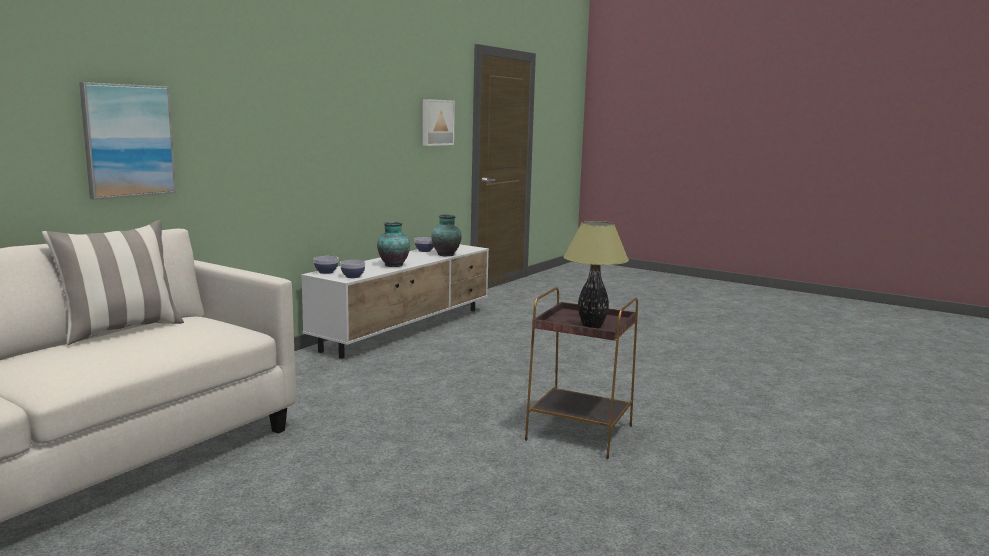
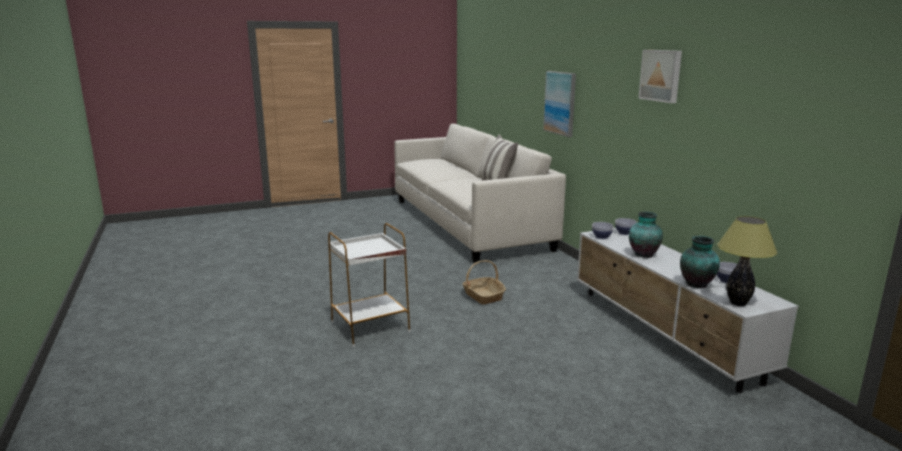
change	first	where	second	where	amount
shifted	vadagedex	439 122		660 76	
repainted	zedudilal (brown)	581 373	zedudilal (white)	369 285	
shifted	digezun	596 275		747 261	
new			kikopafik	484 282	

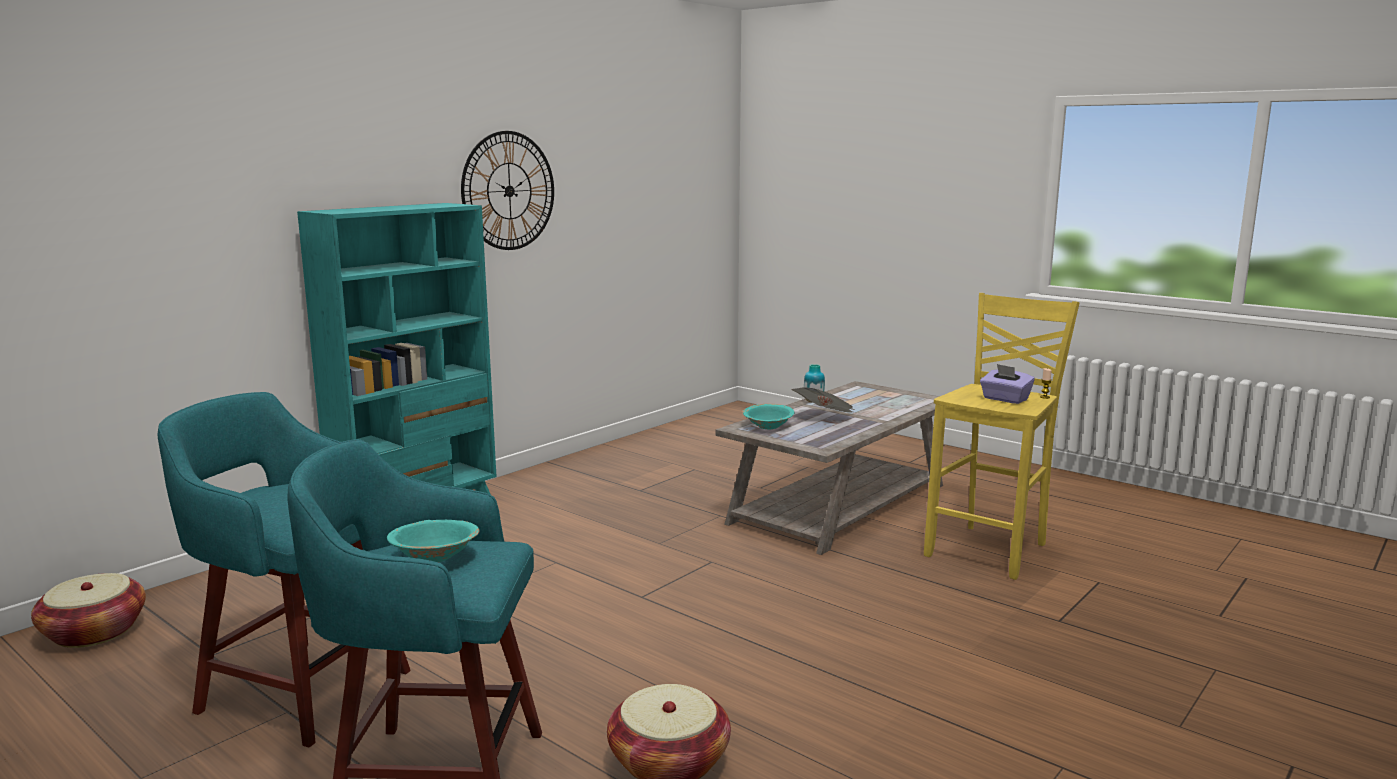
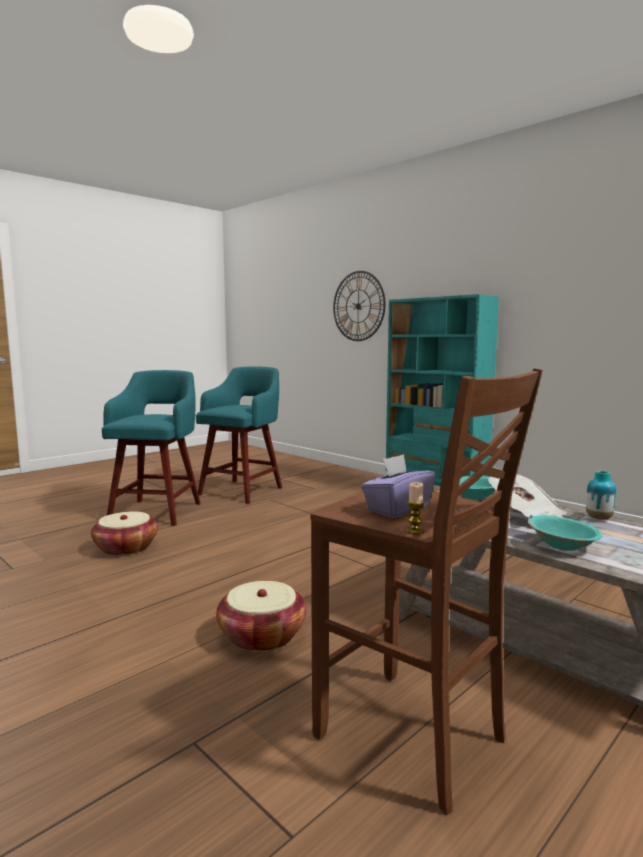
change	first	where	second	where	amount
shifted	kikopafik	88 610		261 616	
shifted	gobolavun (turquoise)	433 541		565 533	
shifted	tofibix	507 190		359 306	
repainted	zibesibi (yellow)	1002 436	zibesibi (brown)	426 591	

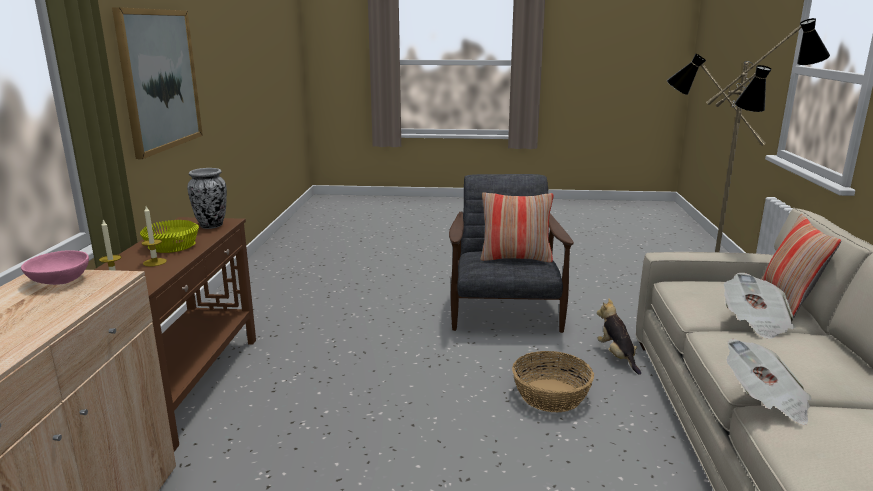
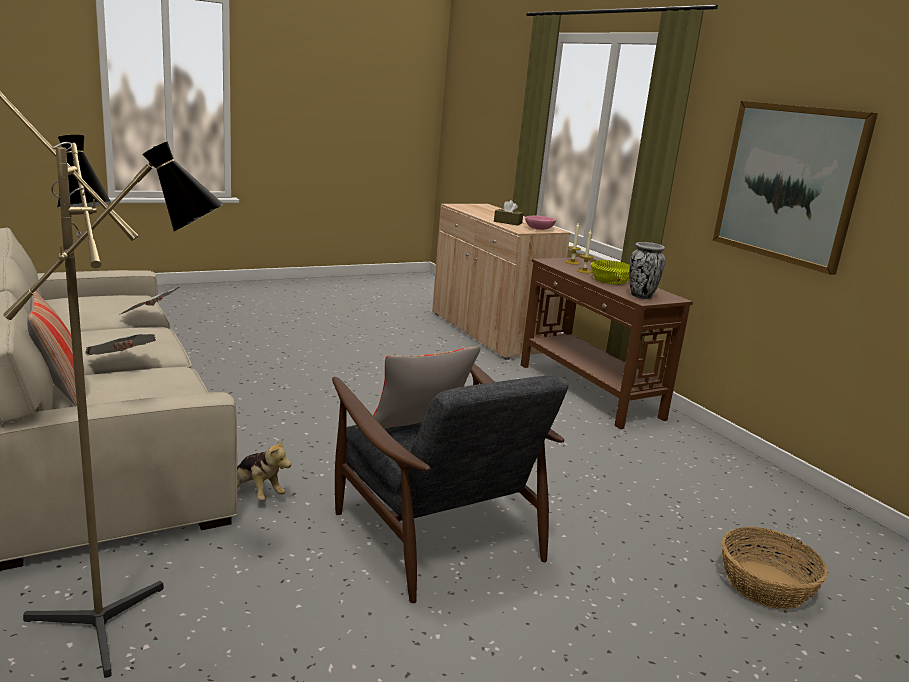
change	first	where	second	where	amount
shifted	kikopafik	553 381		775 568	
new			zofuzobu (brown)	508 212	

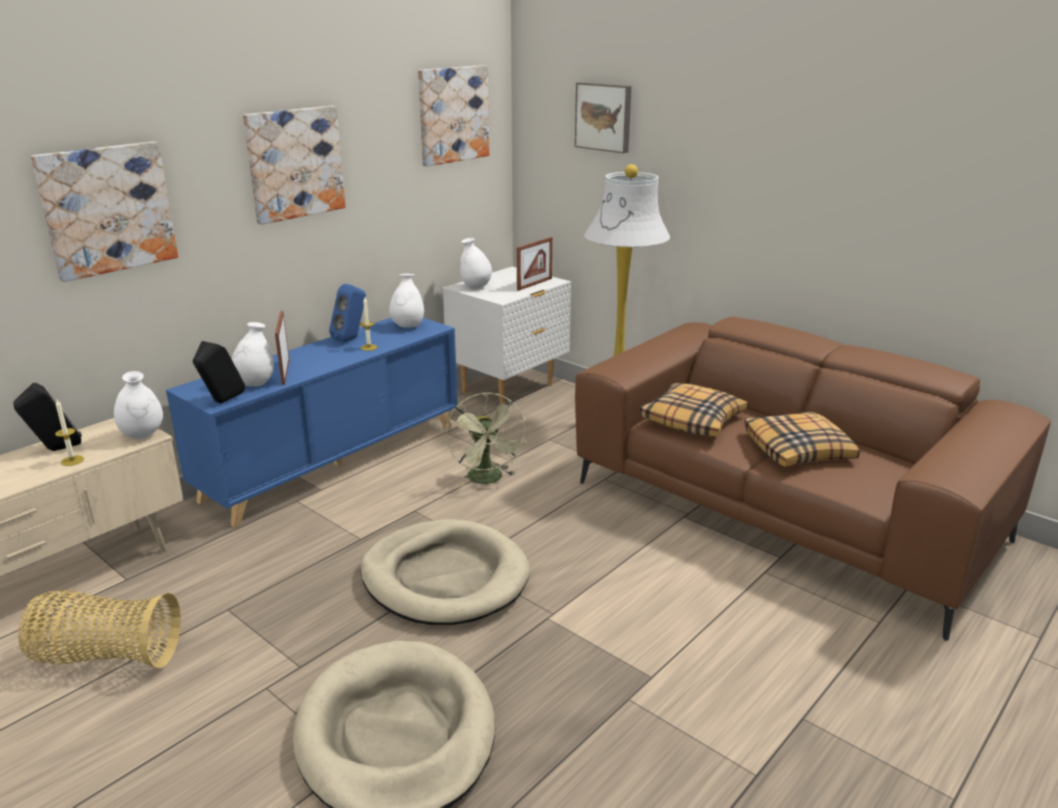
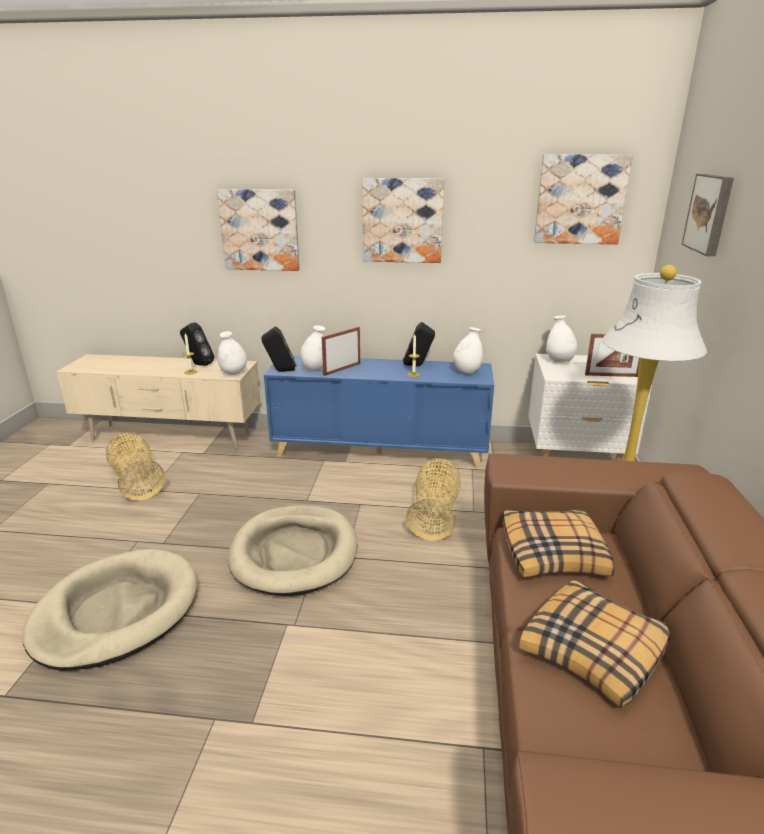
change	first	where	second	where	amount
repainted	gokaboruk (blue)	347 313	gokaboruk (black)	419 344	
swapped	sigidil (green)	486 439	kikopafik	433 499	

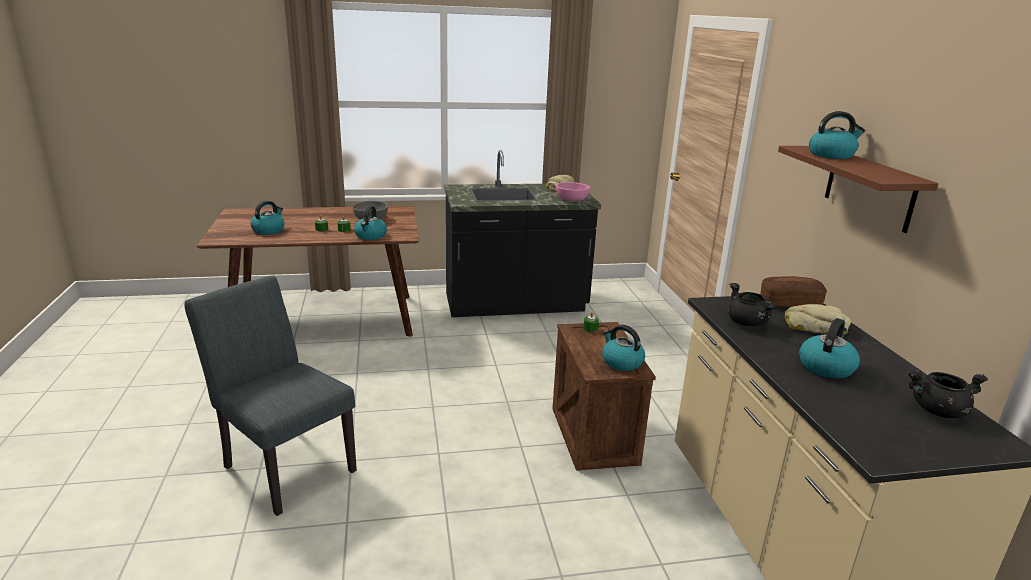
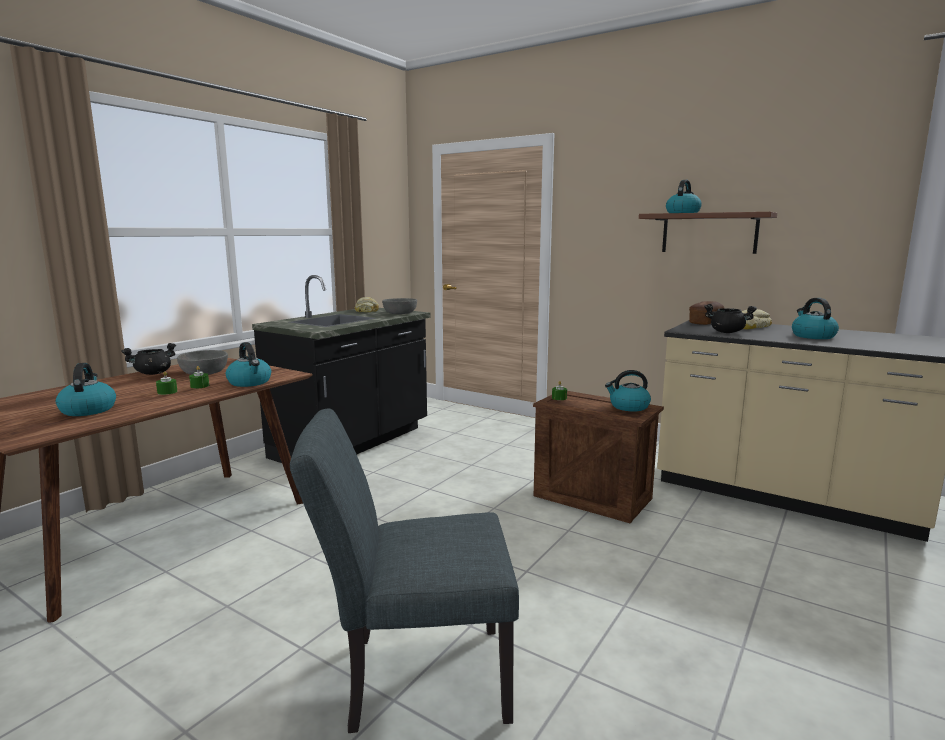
change	first	where	second	where	amount
repainted	gobolavun (pink)	573 191	gobolavun (grey)	399 306	
shifted	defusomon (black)	947 394		148 359	

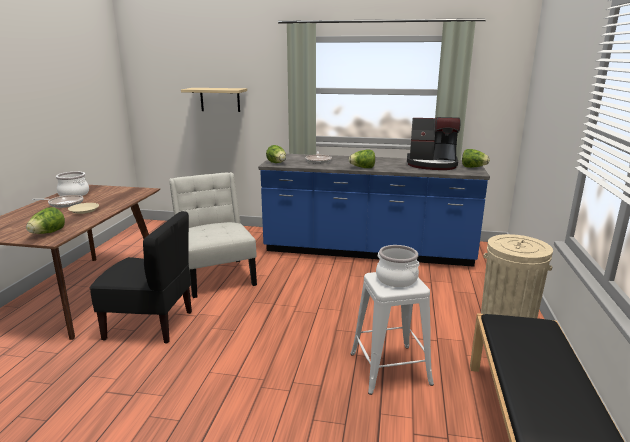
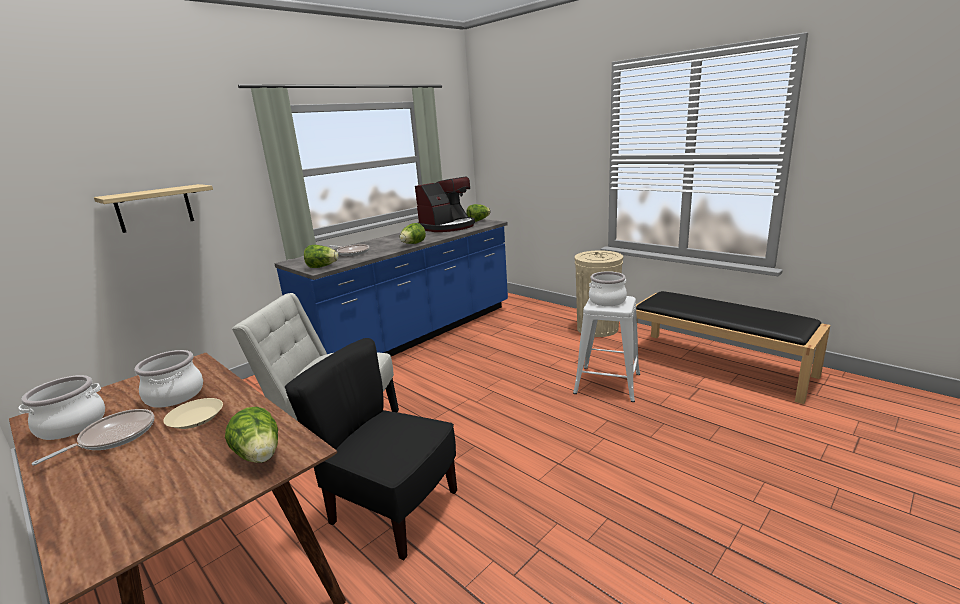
change	first	where	second	where	amount
rotated	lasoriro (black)	141 277		371 449	105 degrees counterclockwise
new			defusomon	168 379	

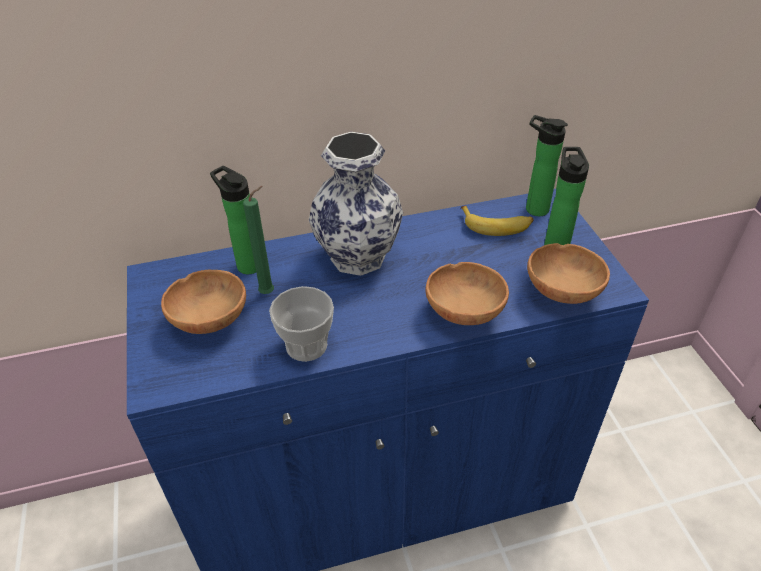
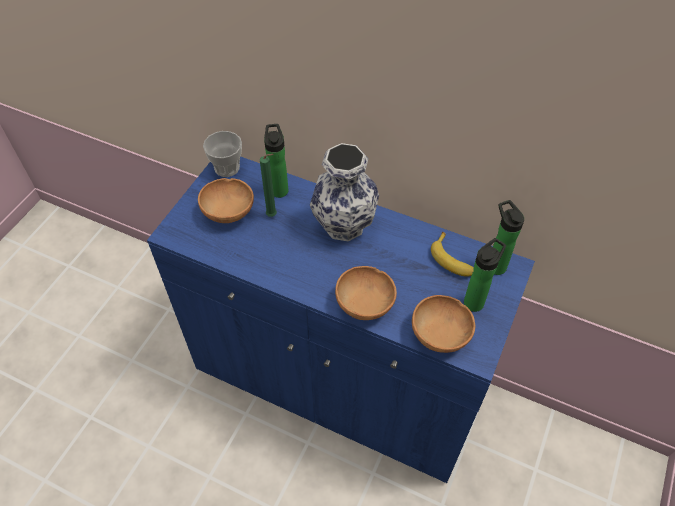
change	first	where	second	where	amount
shifted	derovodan	301 324		222 154	

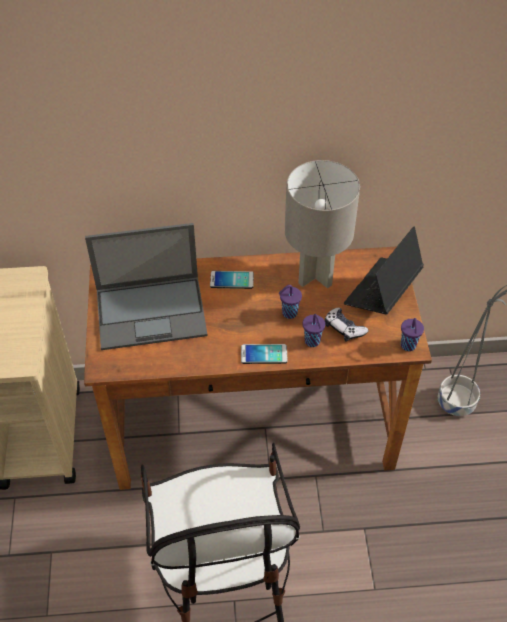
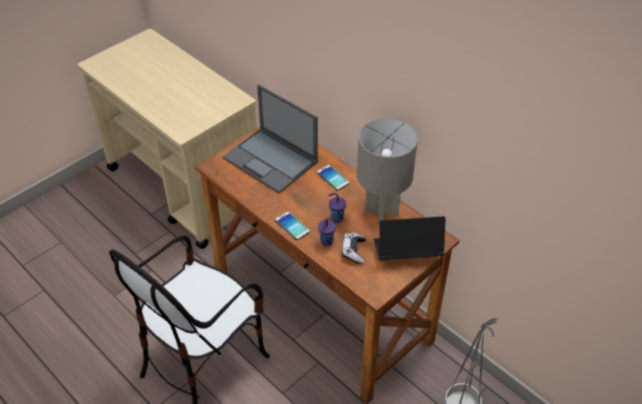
change	first	where	second	where	amount
gone	derovodan (purple)	412 334			

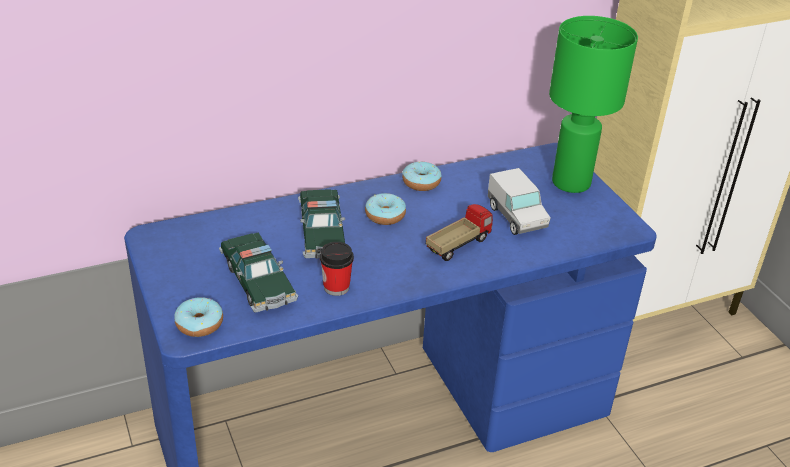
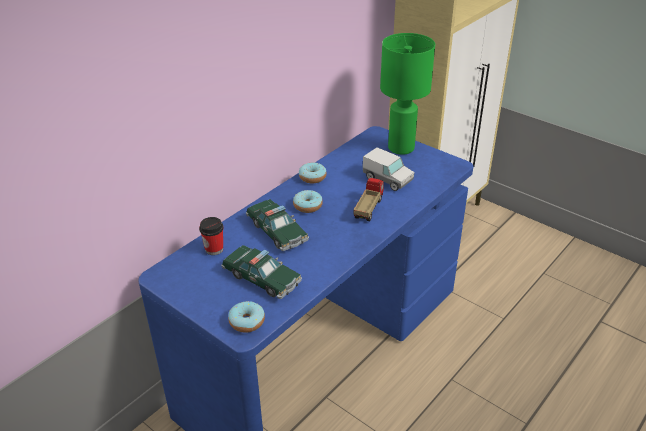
change	first	where	second	where	amount
shifted	derovodan	337 269		211 236	

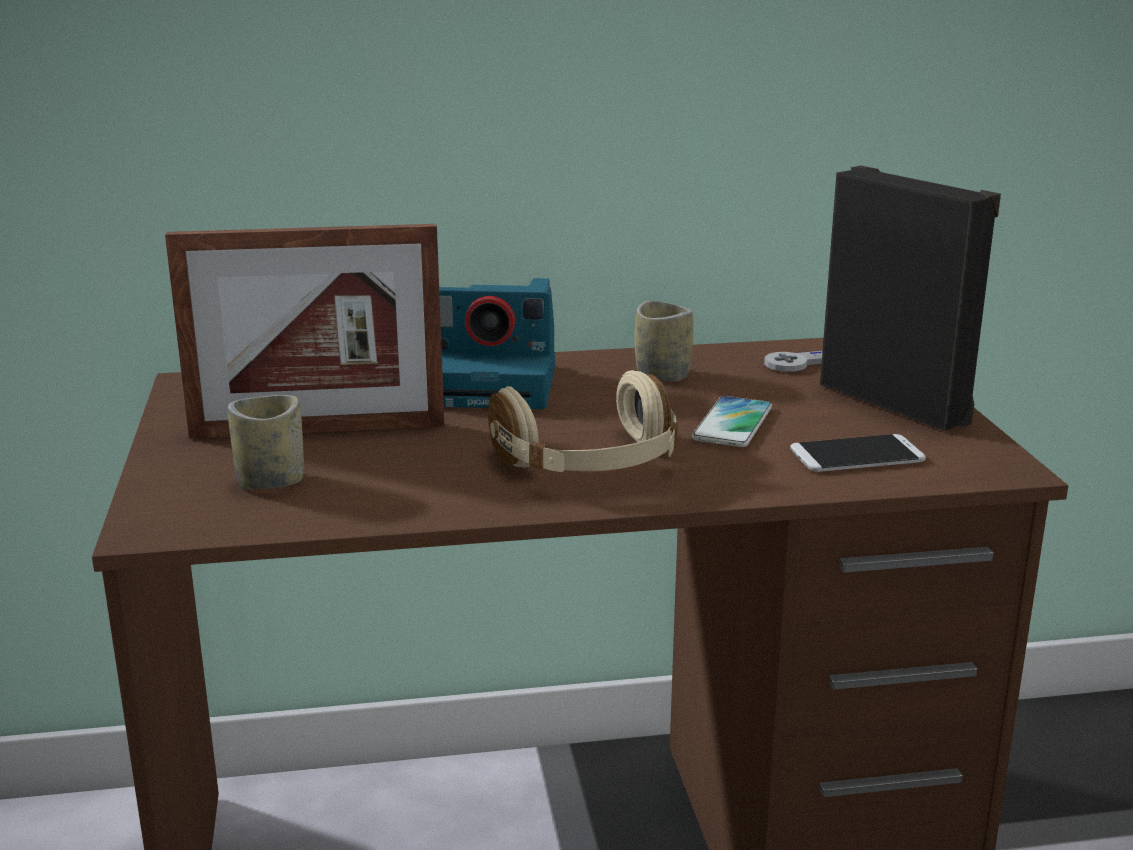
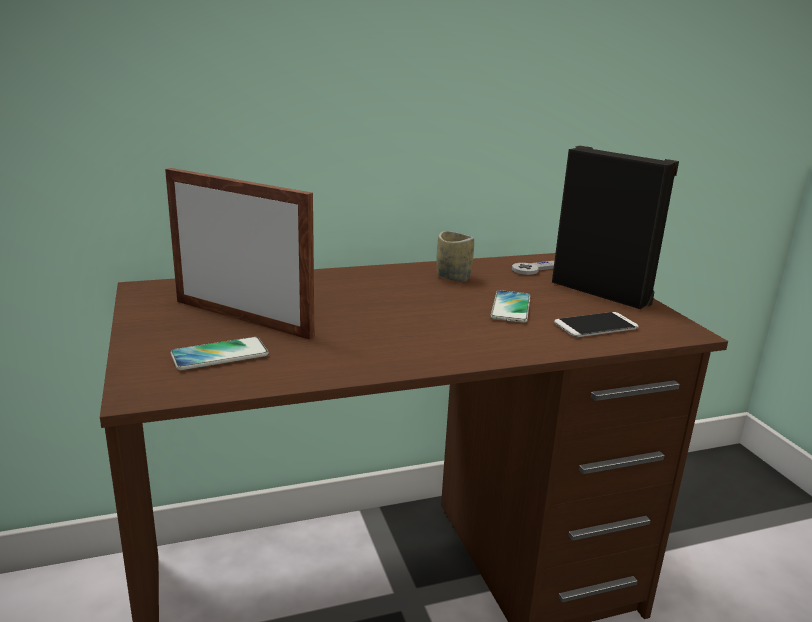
change	first	where	second	where	amount
rotated	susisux	305 331		239 254	135 degrees counterclockwise
swapped	derovodan	266 442	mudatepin	219 353	
gone	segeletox	497 343			
gone	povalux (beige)	583 421			

